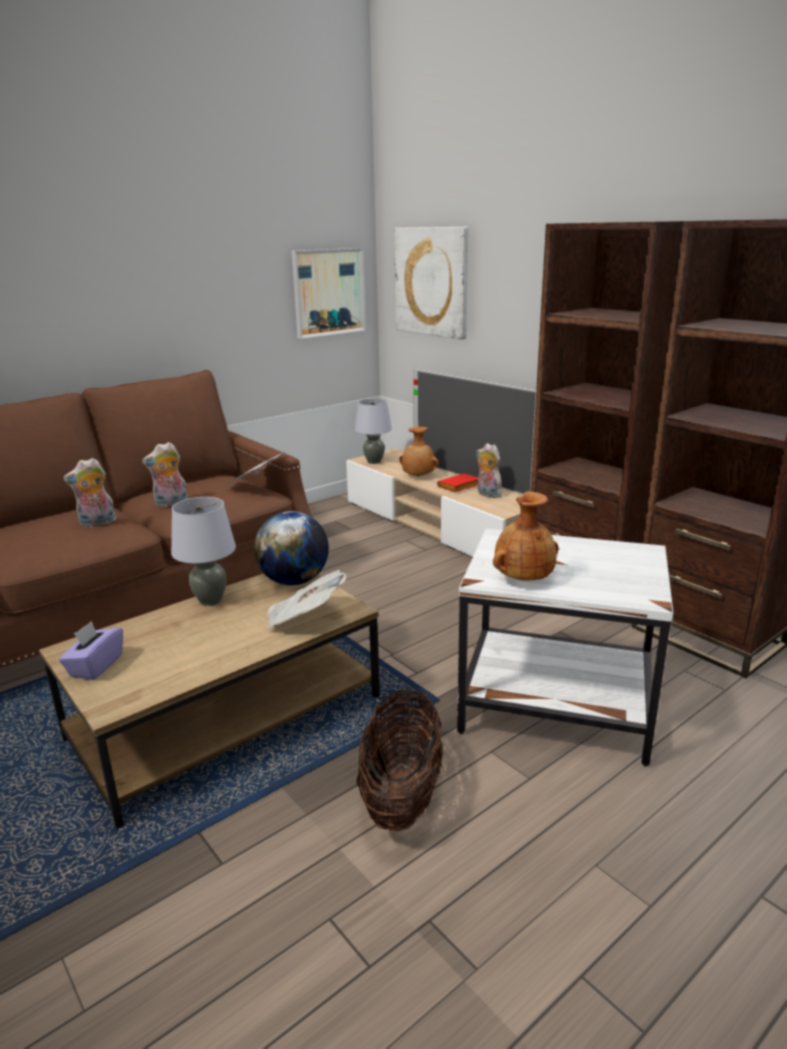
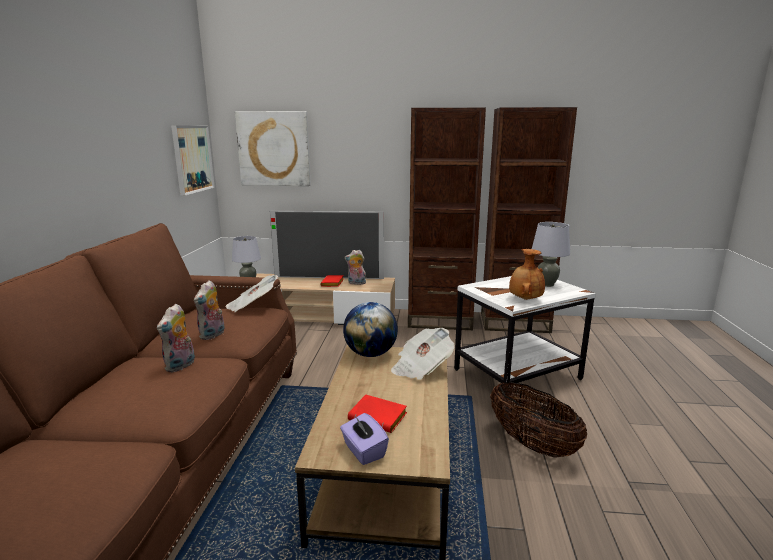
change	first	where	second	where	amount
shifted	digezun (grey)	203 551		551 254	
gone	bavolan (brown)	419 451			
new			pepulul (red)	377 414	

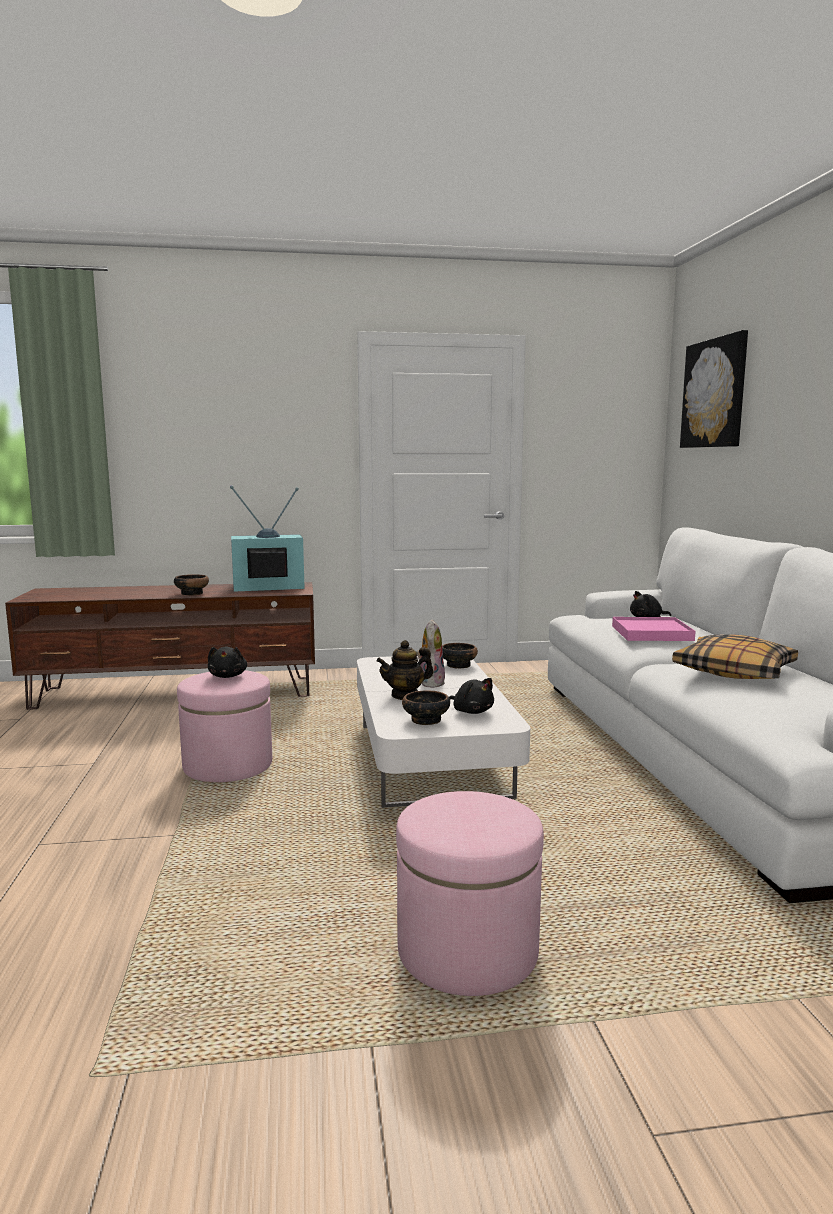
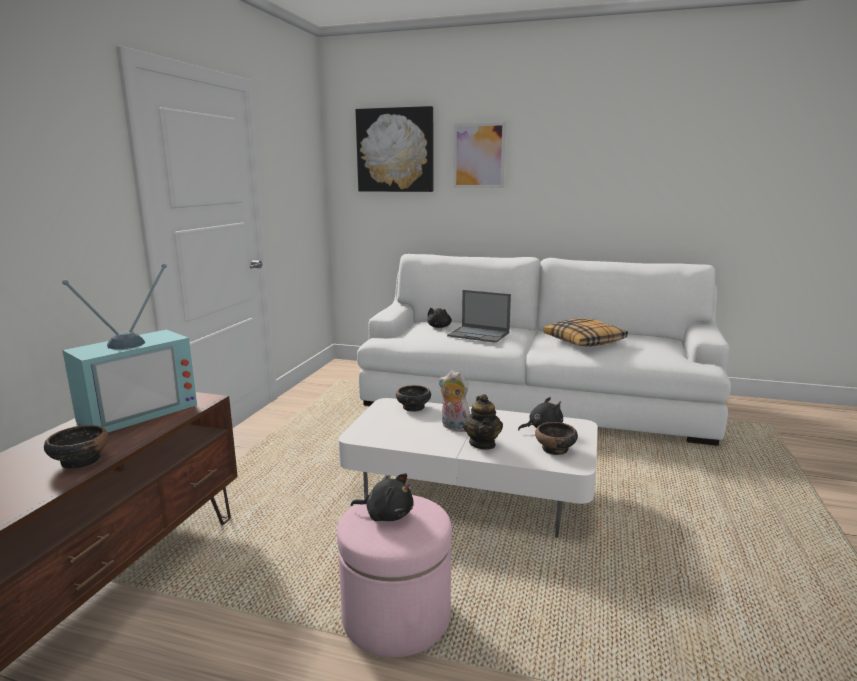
change	first	where	second	where	amount
rotated	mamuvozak	267 539		129 348	150 degrees counterclockwise
gone	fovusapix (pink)	470 893			
swapped	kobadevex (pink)	654 629	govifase	479 316	
new			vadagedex	479 155	

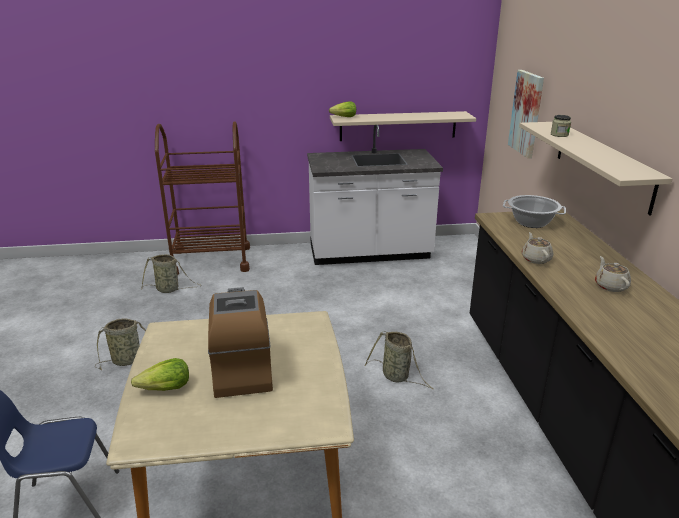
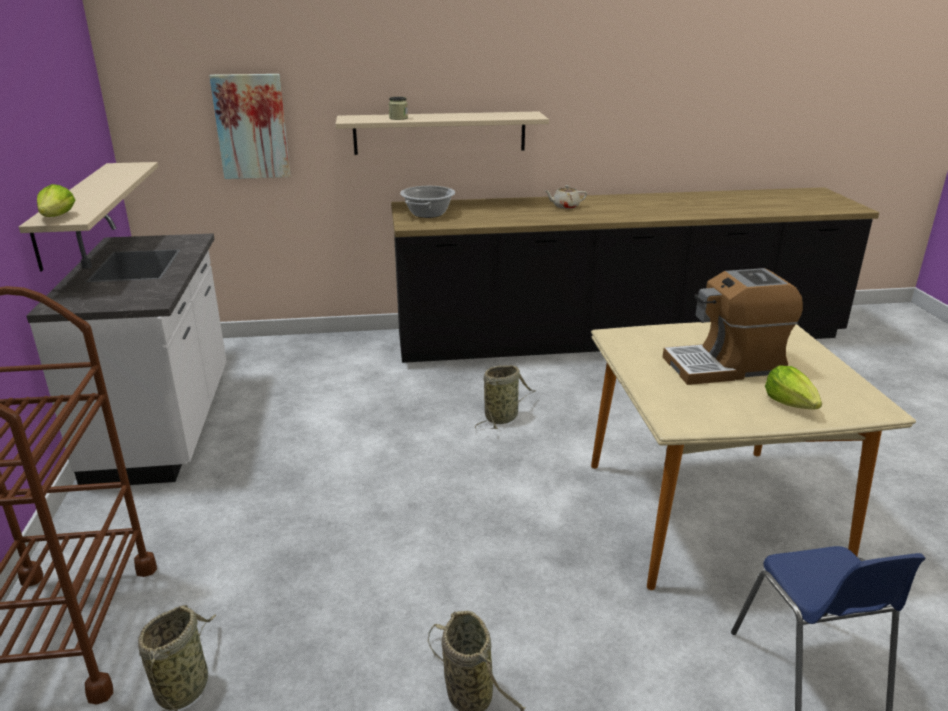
change	first	where	second	where	amount
gone	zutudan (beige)	537 248			

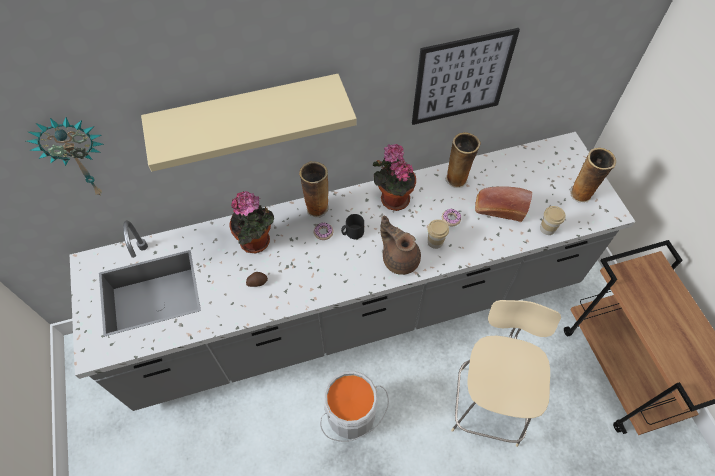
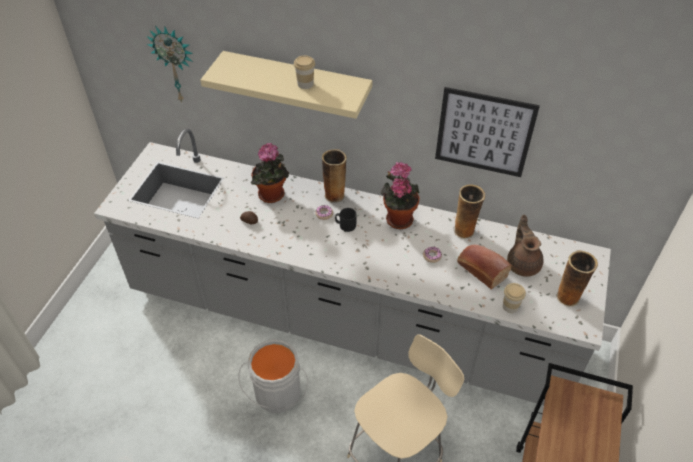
change	first	where	second	where	amount
shifted	zutudan (brown)	400 245		525 246	
shifted	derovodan	438 234		304 72	

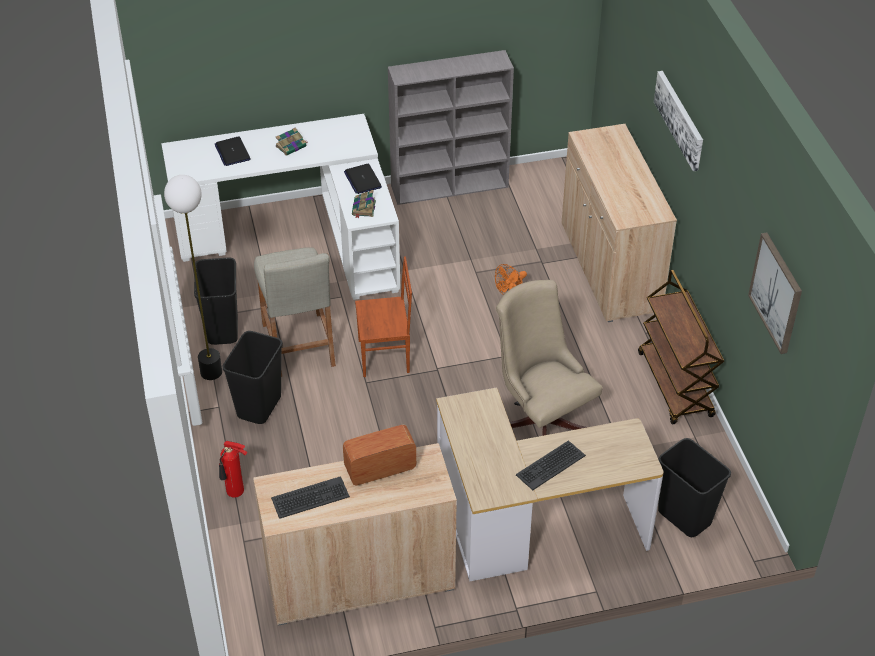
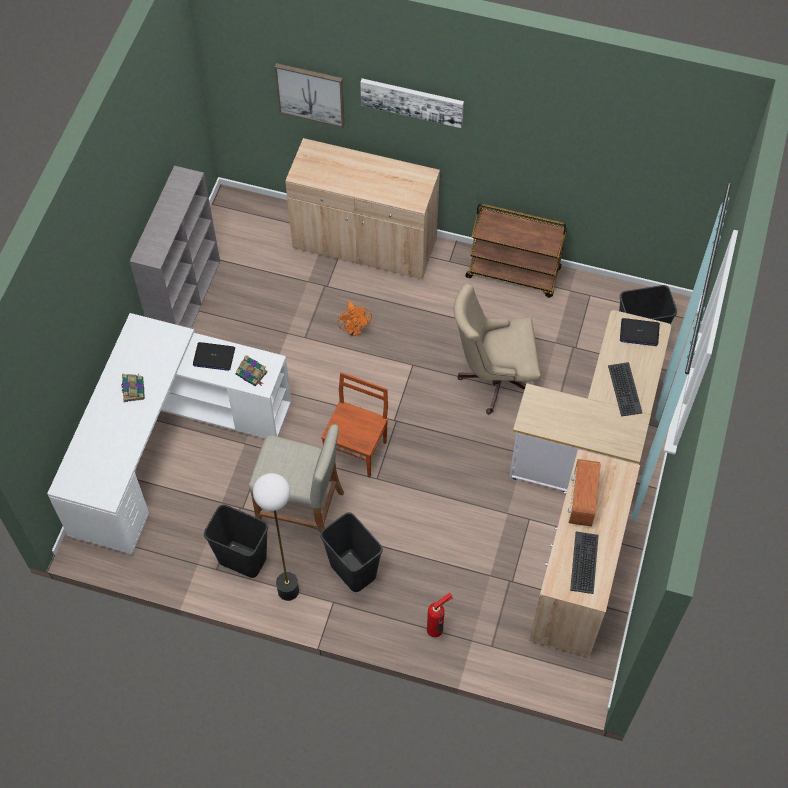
change	first	where	second	where	amount
shifted	govifase	233 151		640 332	
shifted	vadagedex	775 293		310 95	

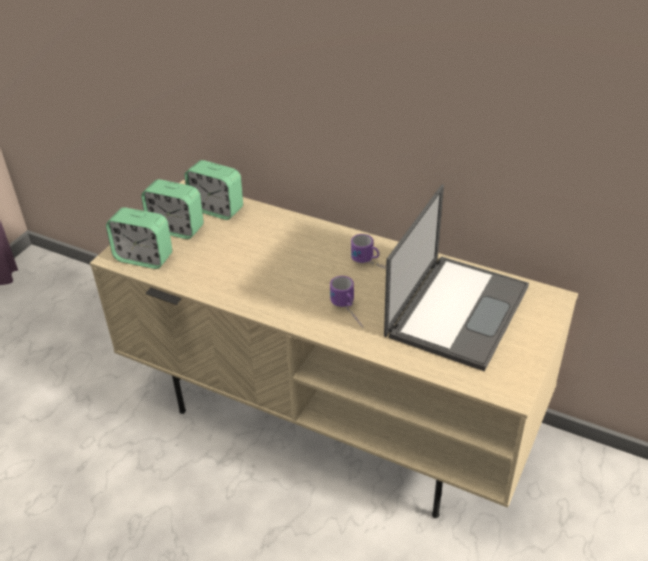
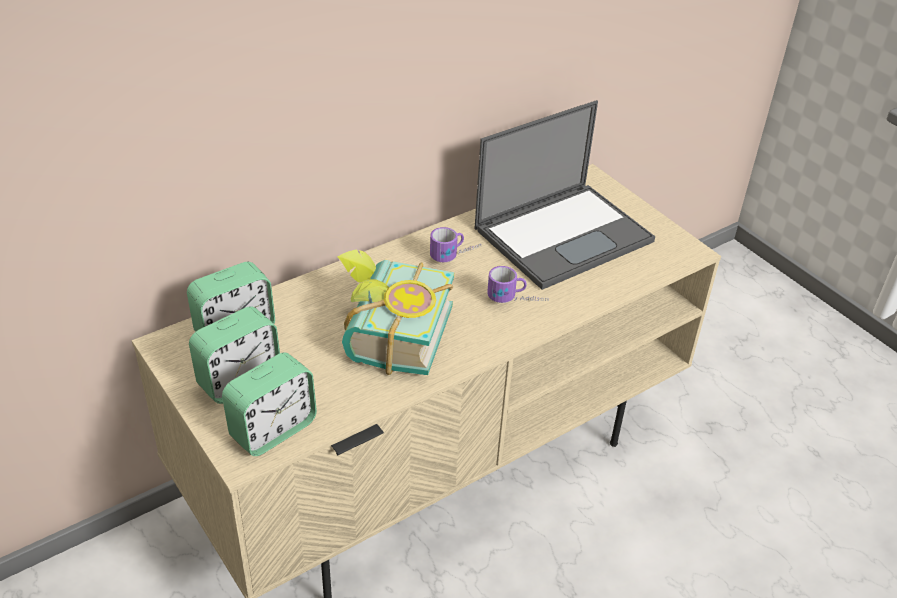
change	first	where	second	where	amount
rotated	govifase	456 277		564 195	90 degrees clockwise
new			pepulul	396 312	

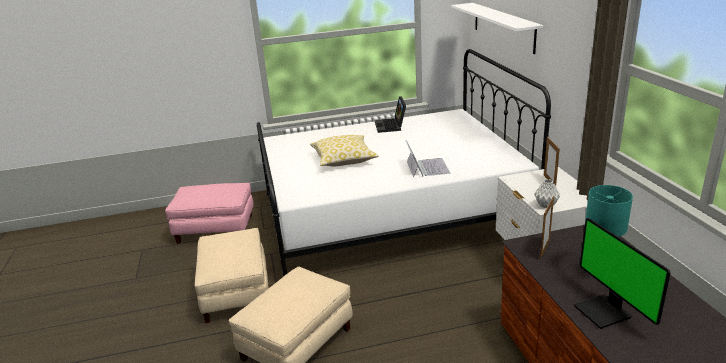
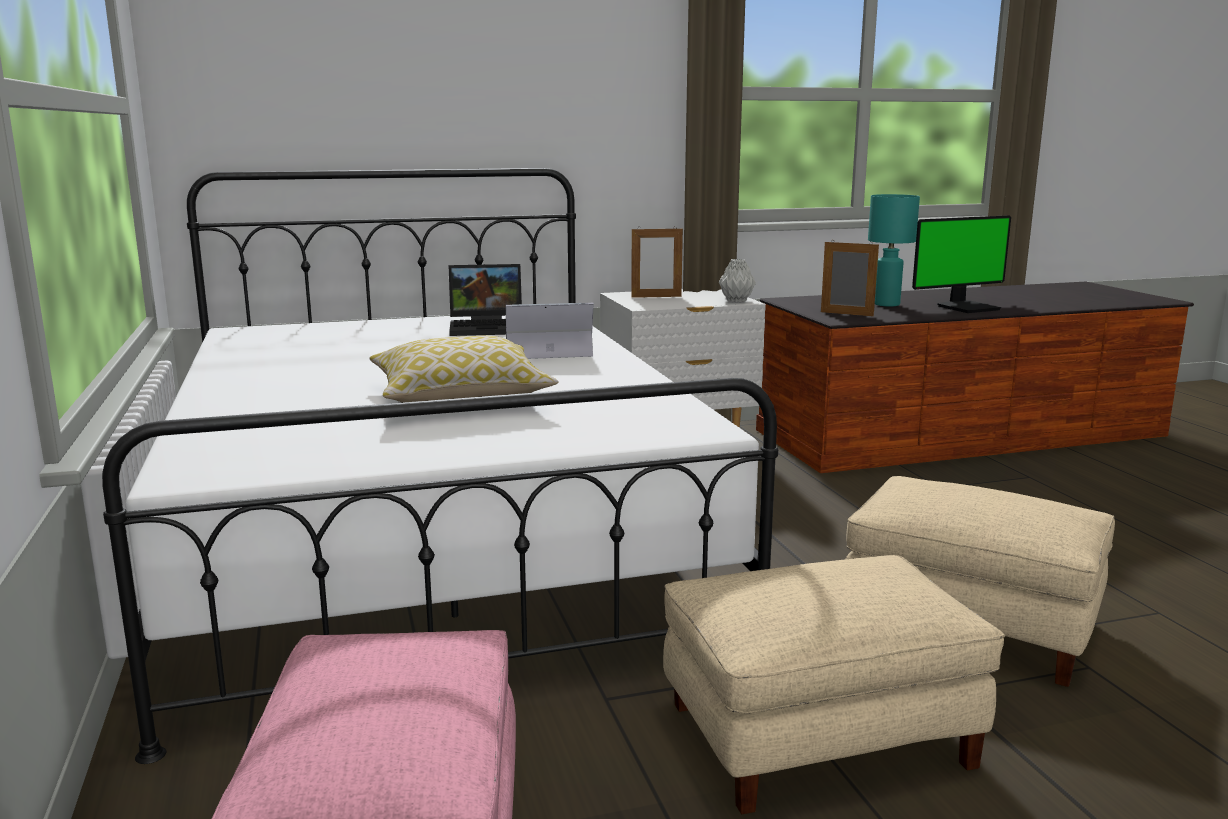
change	first	where	second	where	amount
shifted	govifase	390 114		485 300	
gone	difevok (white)	497 28			

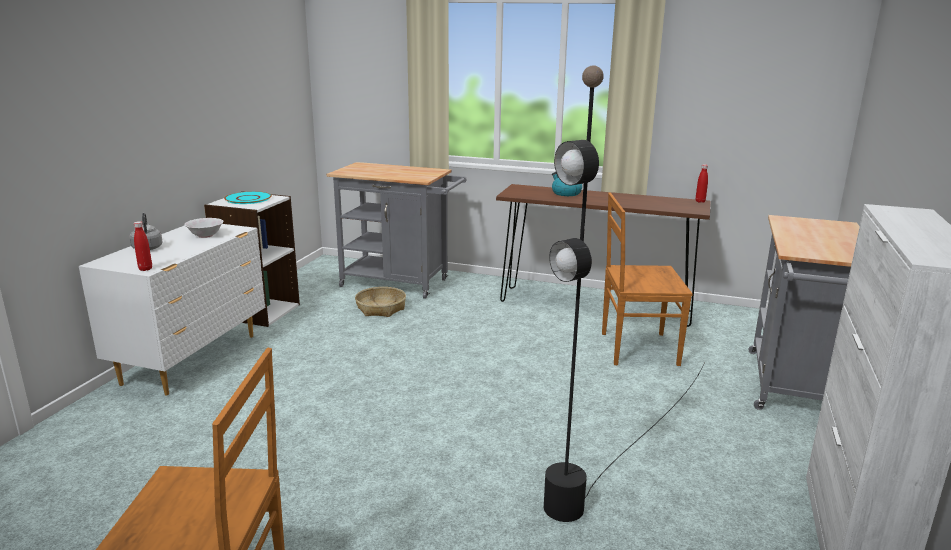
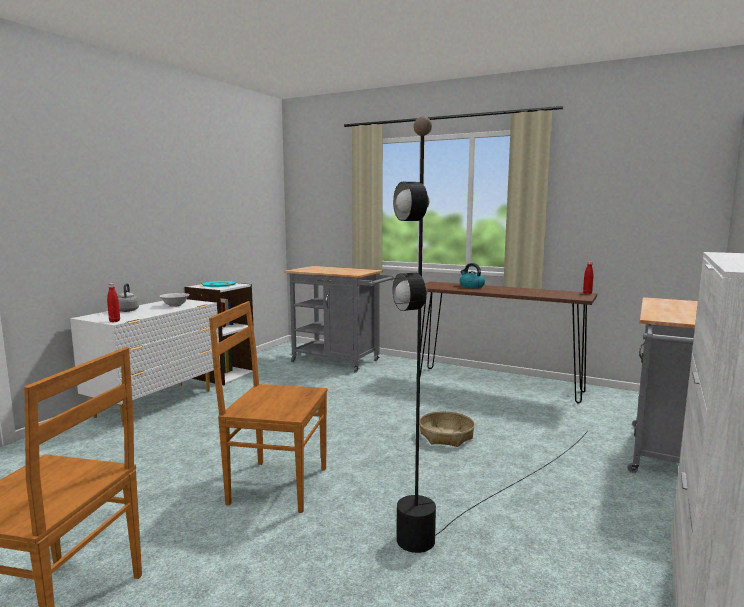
change	first	where	second	where	amount
shifted	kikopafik	380 302		447 429	
shifted	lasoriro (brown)	647 279		268 407	

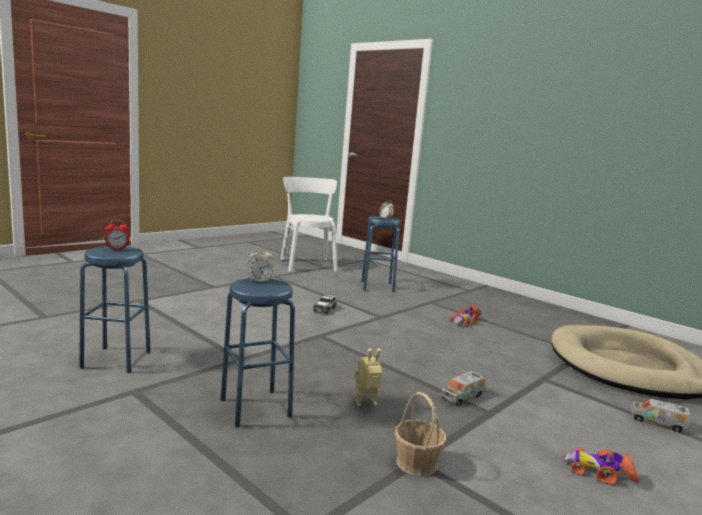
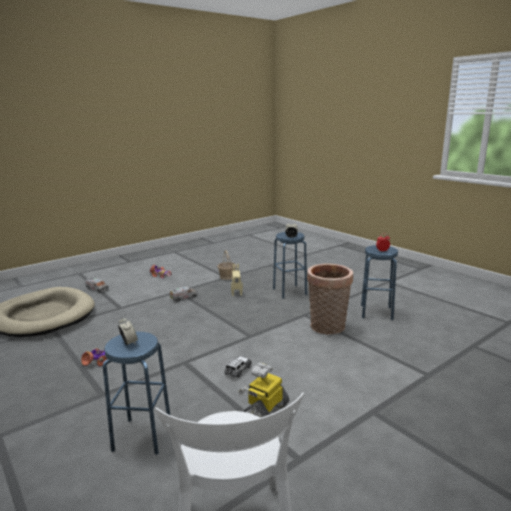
change	first	where	second	where	amount
new			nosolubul	264 390	
new			kikopafik	330 298	

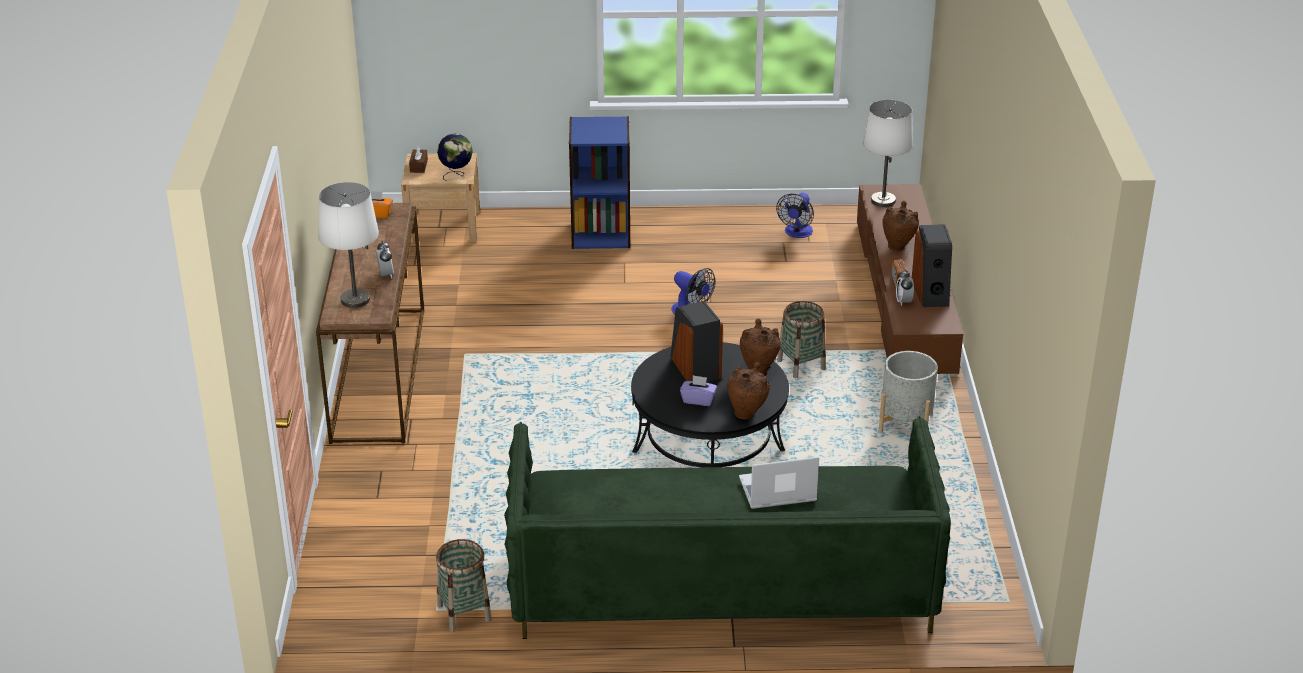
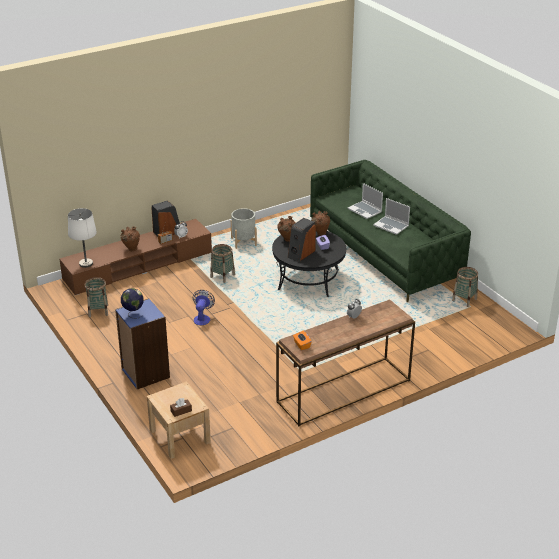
change	first	where	second	where	amount
gone	digezun (white)	348 245			
shifted	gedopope	455 157		132 303	
swapped	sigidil	795 215	kikopafik	96 297	
new			govifase	391 216	

